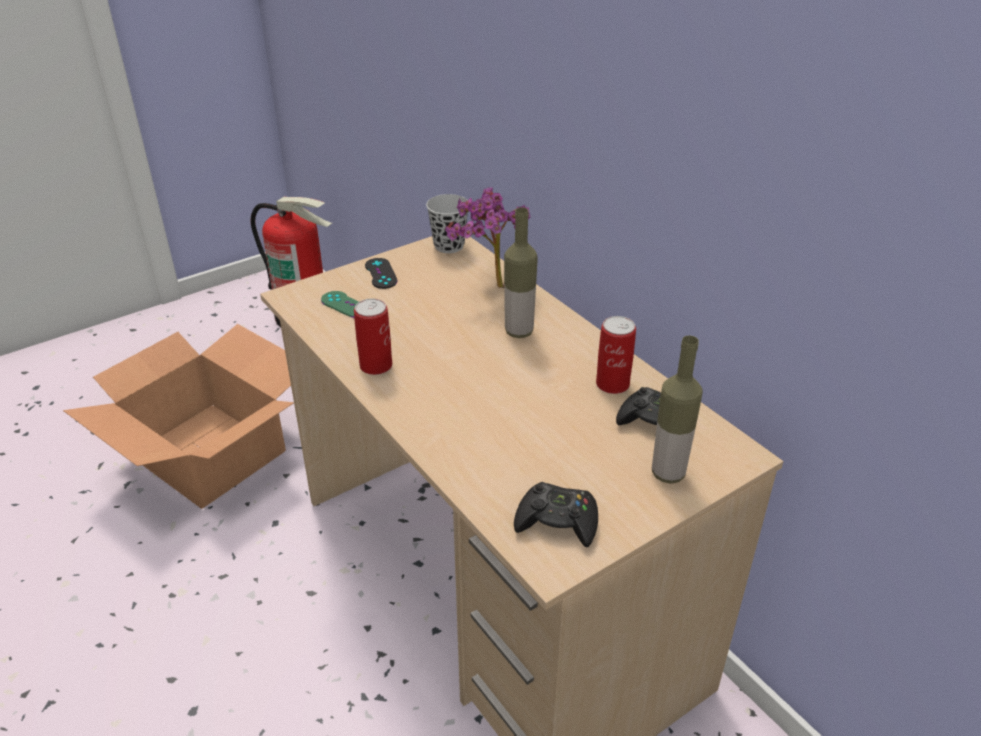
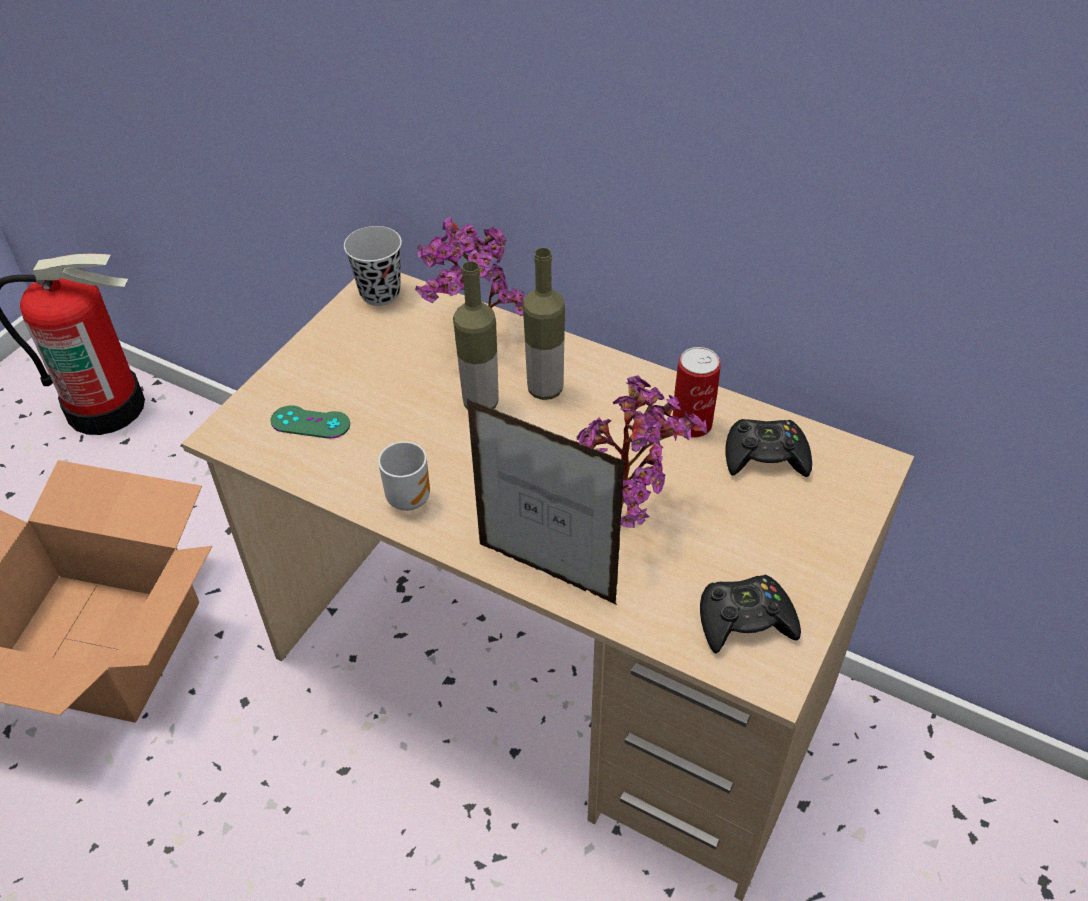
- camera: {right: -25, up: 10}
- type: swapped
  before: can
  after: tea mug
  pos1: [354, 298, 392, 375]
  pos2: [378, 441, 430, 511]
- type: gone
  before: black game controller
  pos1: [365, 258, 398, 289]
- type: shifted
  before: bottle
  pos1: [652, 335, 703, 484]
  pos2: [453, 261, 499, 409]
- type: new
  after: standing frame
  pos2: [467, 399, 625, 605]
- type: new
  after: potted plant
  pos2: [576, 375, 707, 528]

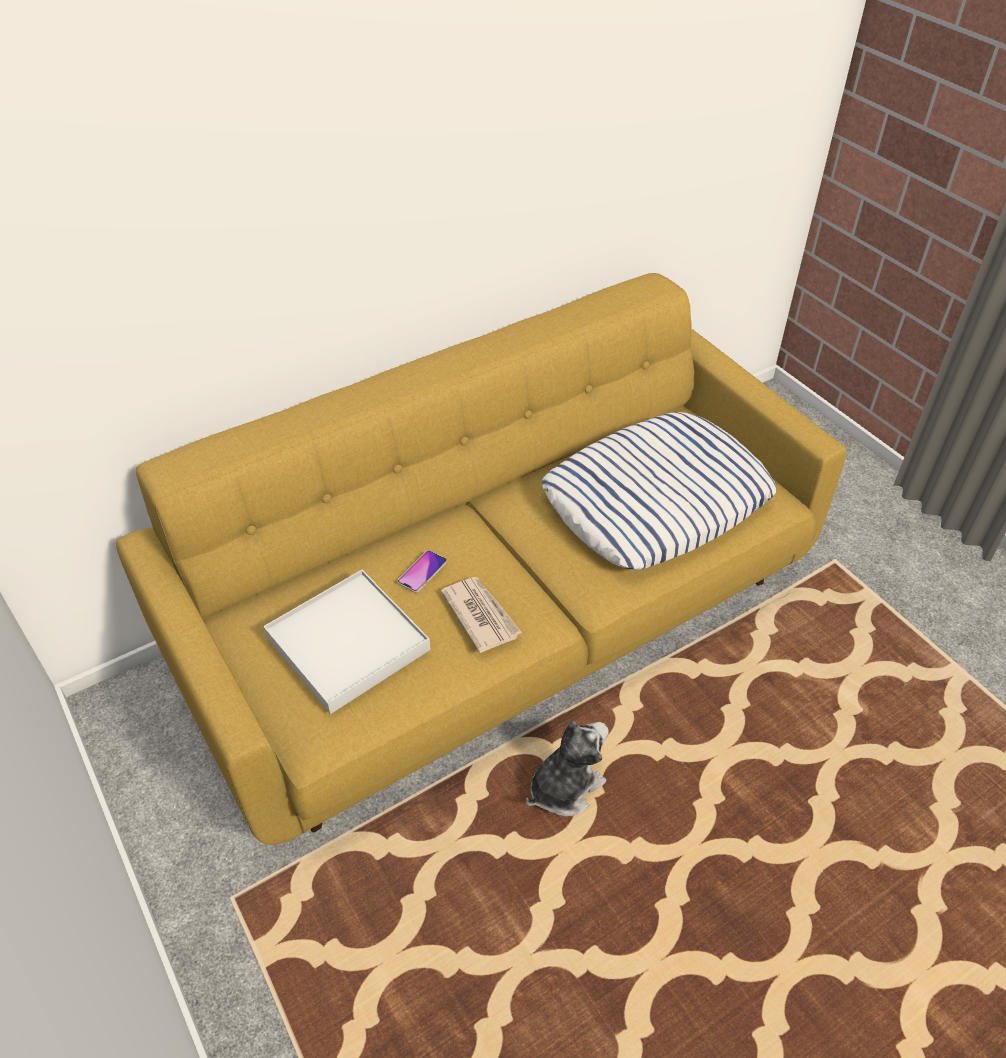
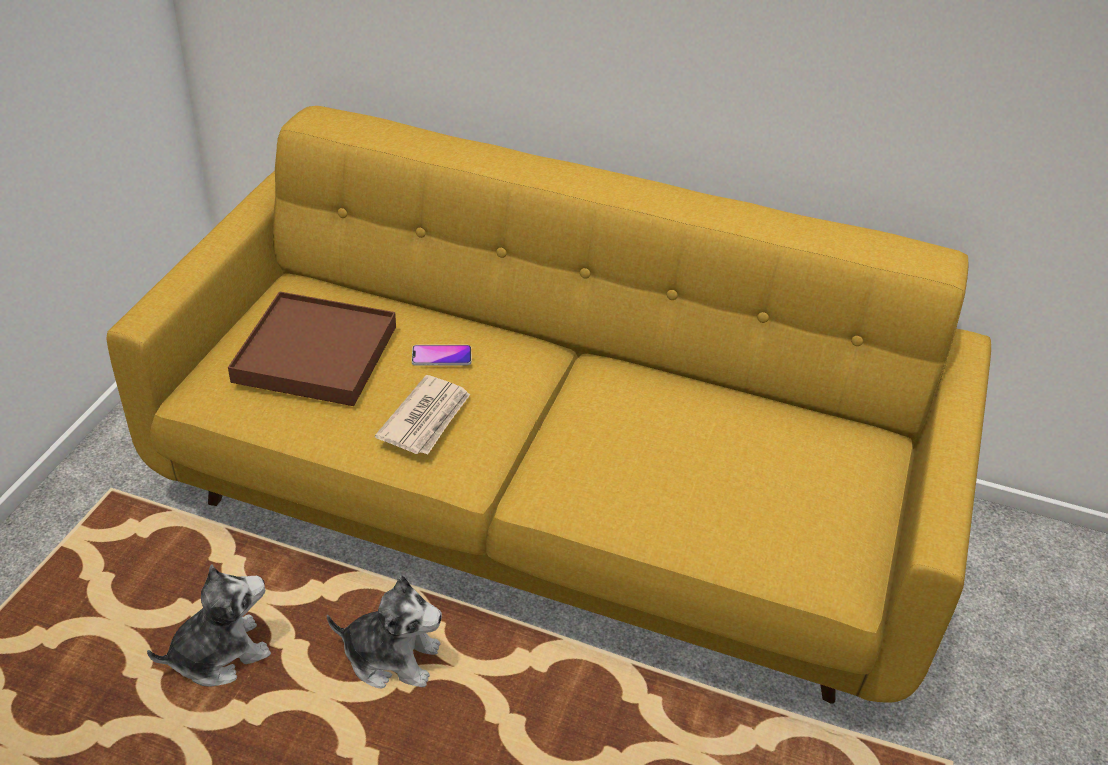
- camera: {right: 50, up: -5}
- type: repainted
  before: whitish tray
  after: brown tray
  pos1: [263, 570, 431, 714]
  pos2: [228, 291, 396, 406]
- type: gone
  before: throw pillow
  pos1: [542, 412, 776, 570]
- type: new
  after: cuddly toy
  pos2: [147, 564, 271, 687]

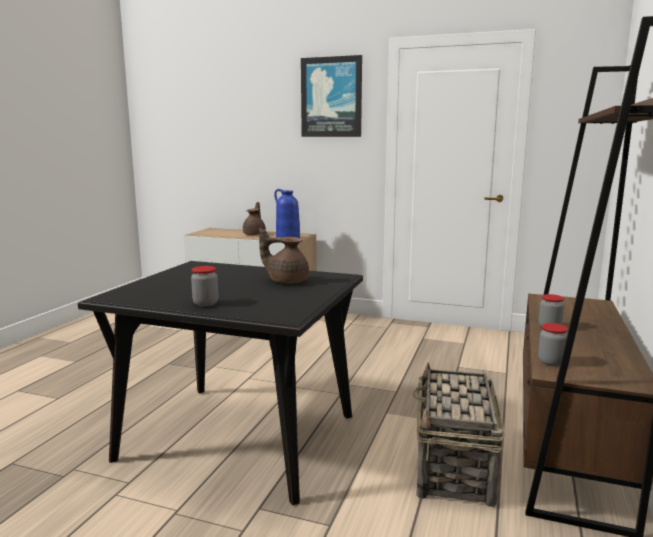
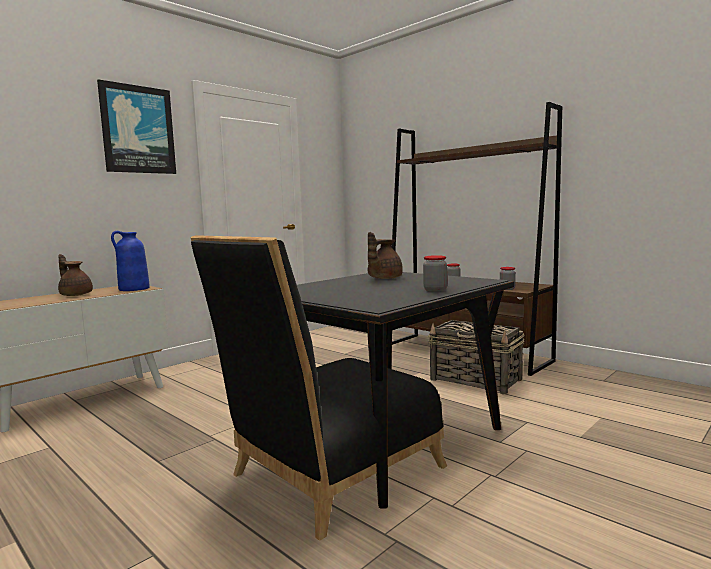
- camera: {right: -65, up: -5}
- type: new
  after: black upright chair
  pos2: [191, 235, 447, 541]

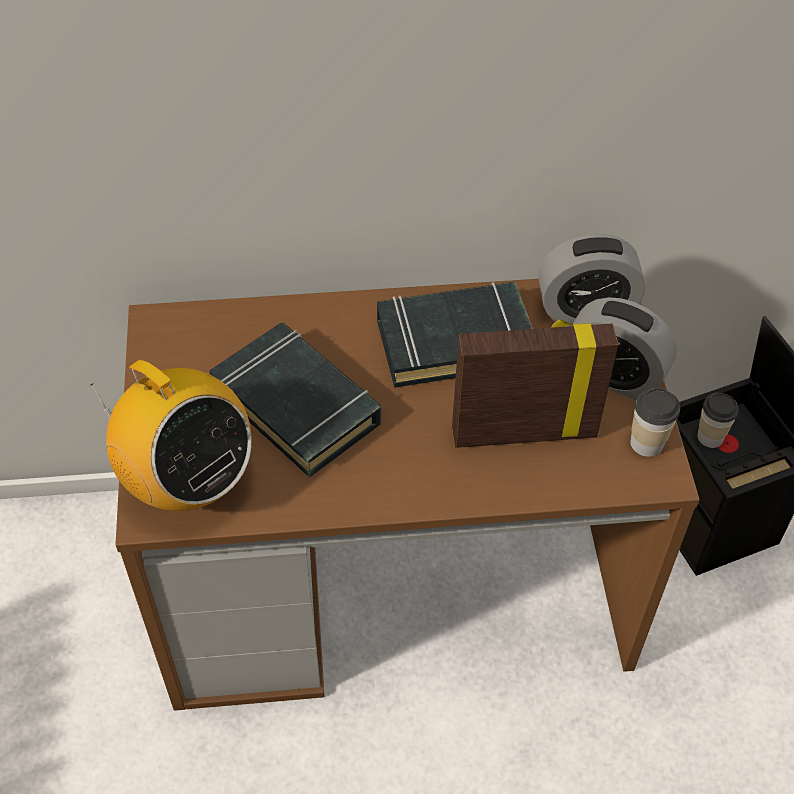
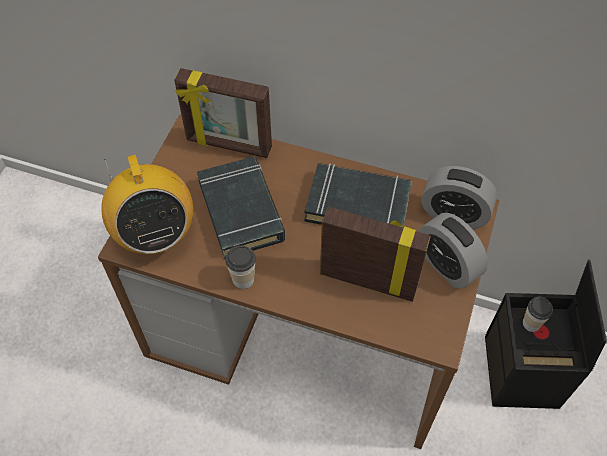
- camera: {right: 25, up: 5}
- type: shifted
  before: drinking cup
  pos1: [630, 387, 680, 457]
  pos2: [225, 245, 256, 289]
- type: new
  after: standing frame
  pos2: [174, 68, 272, 158]

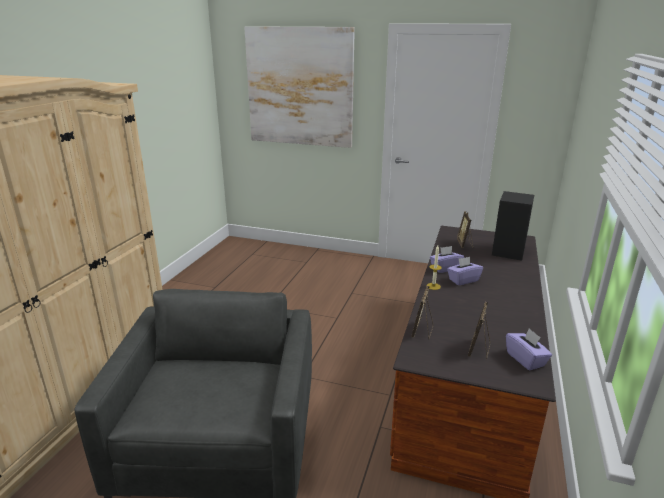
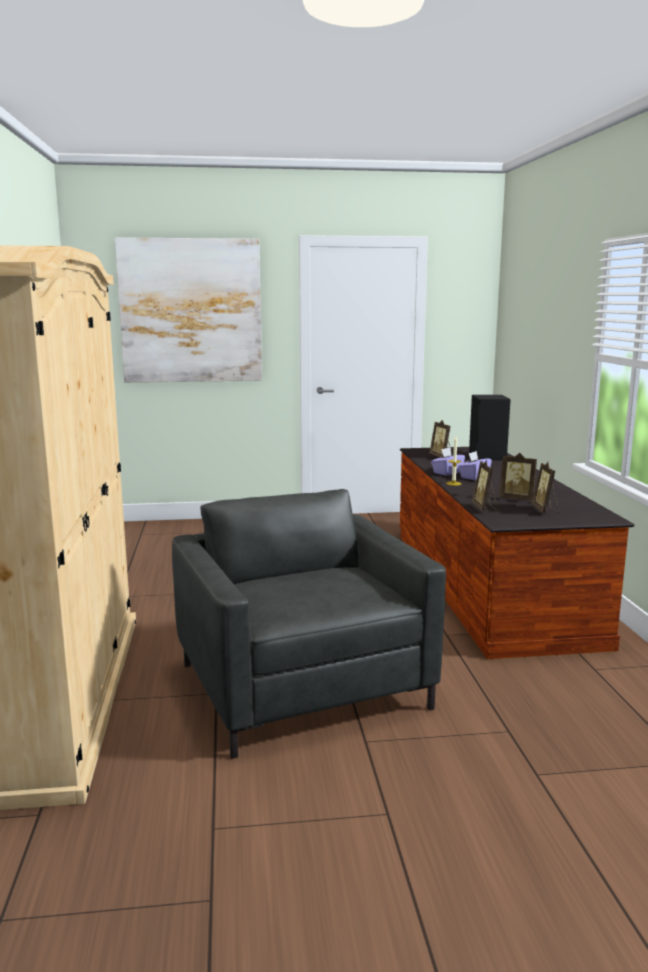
- camera: {right: -25, up: -10}
- type: gone
  before: purple-coloured box of tissues
  pos1: [506, 328, 552, 370]
- type: new
  after: standing frame
  pos2: [499, 453, 537, 501]

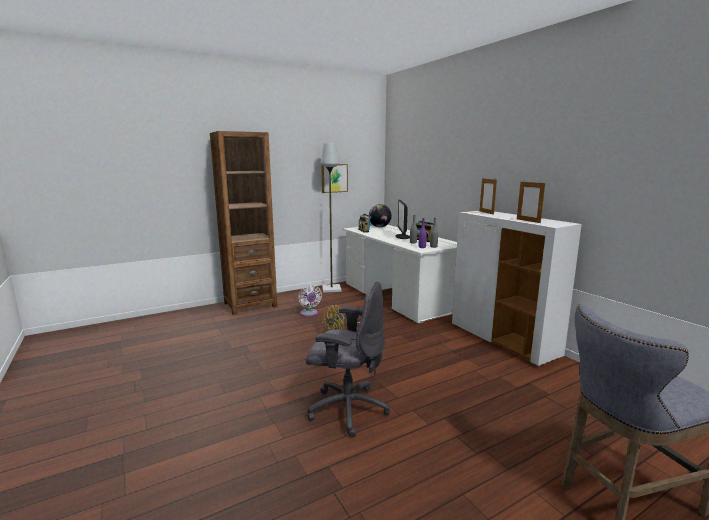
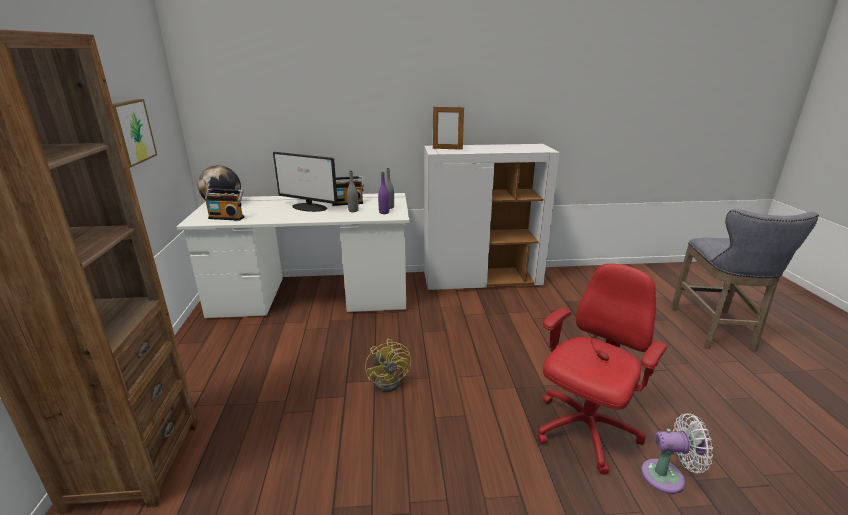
- camera: {right: -65, up: 10}
- type: shifted
  before: whitish cooling fan
  pos1: [298, 285, 322, 317]
  pos2: [641, 413, 713, 494]
- type: repainted
  before: gray desk chair
  after: red desk chair
  pos1: [306, 281, 390, 437]
  pos2: [537, 263, 668, 475]
- type: gone
  before: gray floor lamp
  pos1: [321, 143, 342, 293]
- type: gone
  before: standing frame
  pos1: [517, 180, 545, 223]

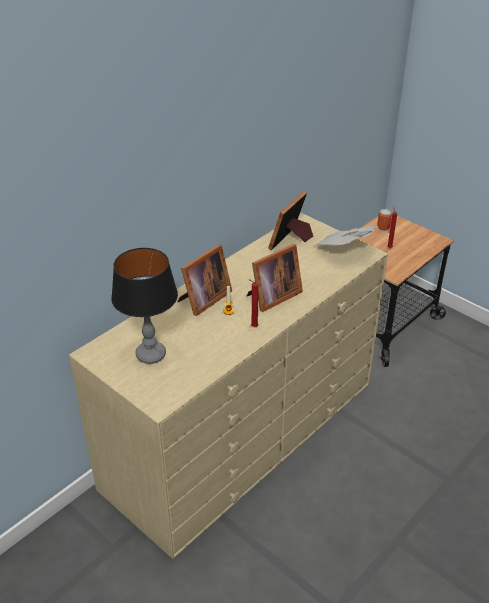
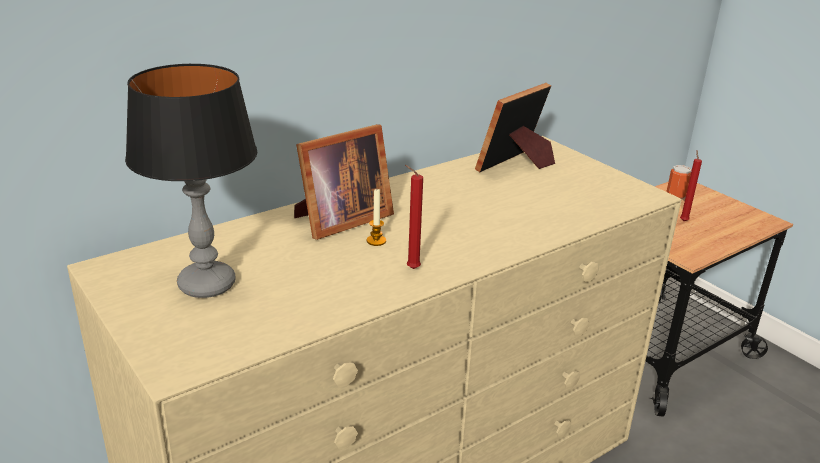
- camera: {right: 10, up: -10}
- type: gone
  before: standing frame
  pos1: [247, 244, 303, 312]
- type: gone
  before: printed paper
  pos1: [315, 226, 378, 245]

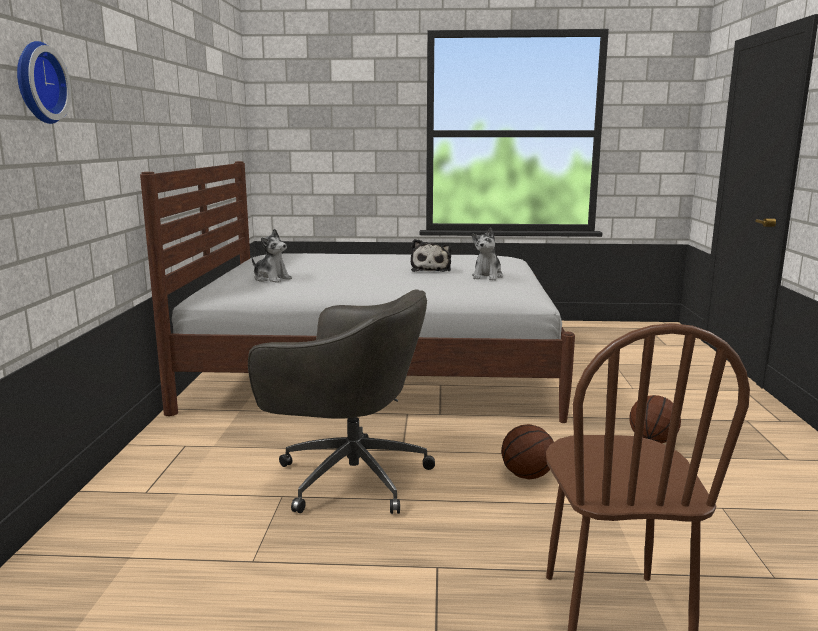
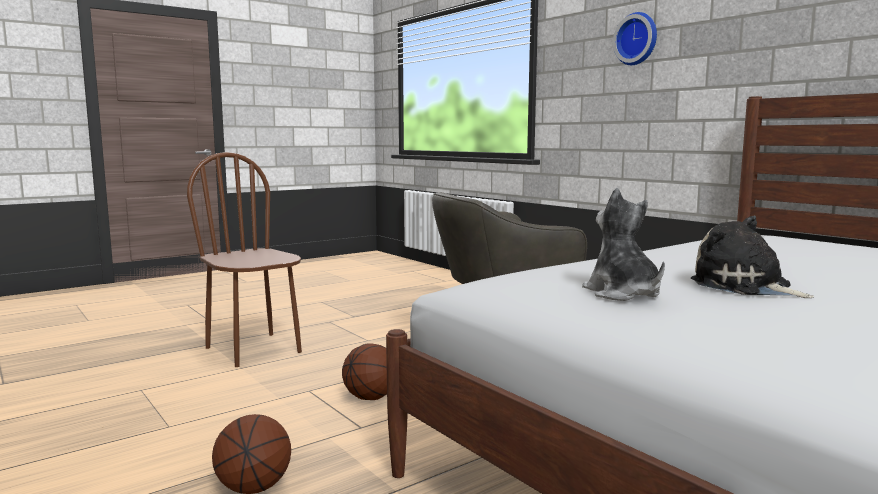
- camera: {right: 140, up: -5}
- type: gone
  before: cuddly toy
  pos1: [252, 229, 292, 283]

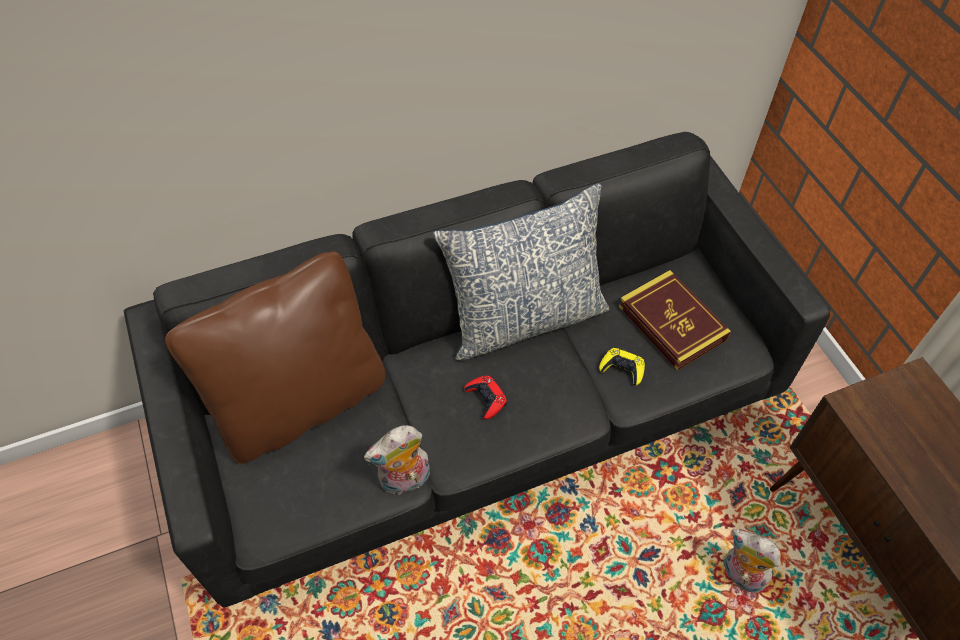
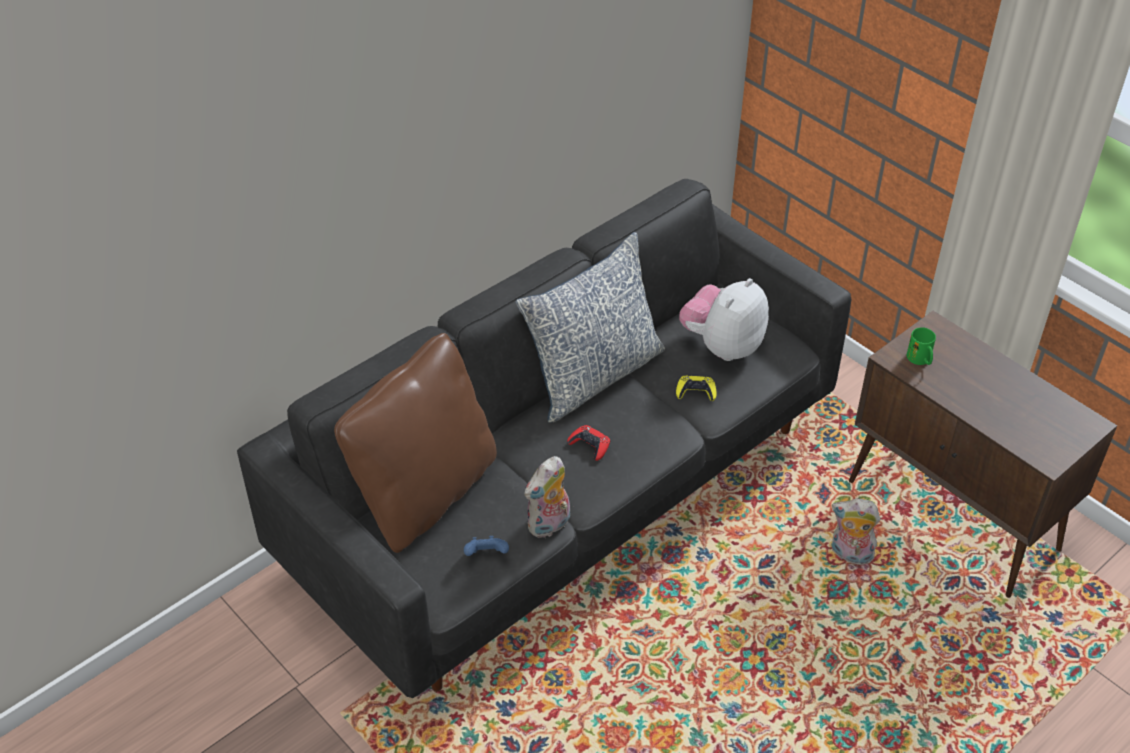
- camera: {right: -20, up: -10}
- type: swapped
  before: volume
  after: cuddly toy
  pos1: [619, 270, 731, 370]
  pos2: [679, 278, 769, 361]
- type: new
  after: blue game controller
  pos2: [464, 536, 509, 556]
- type: new
  after: green tea mug
  pos2: [907, 327, 936, 365]

